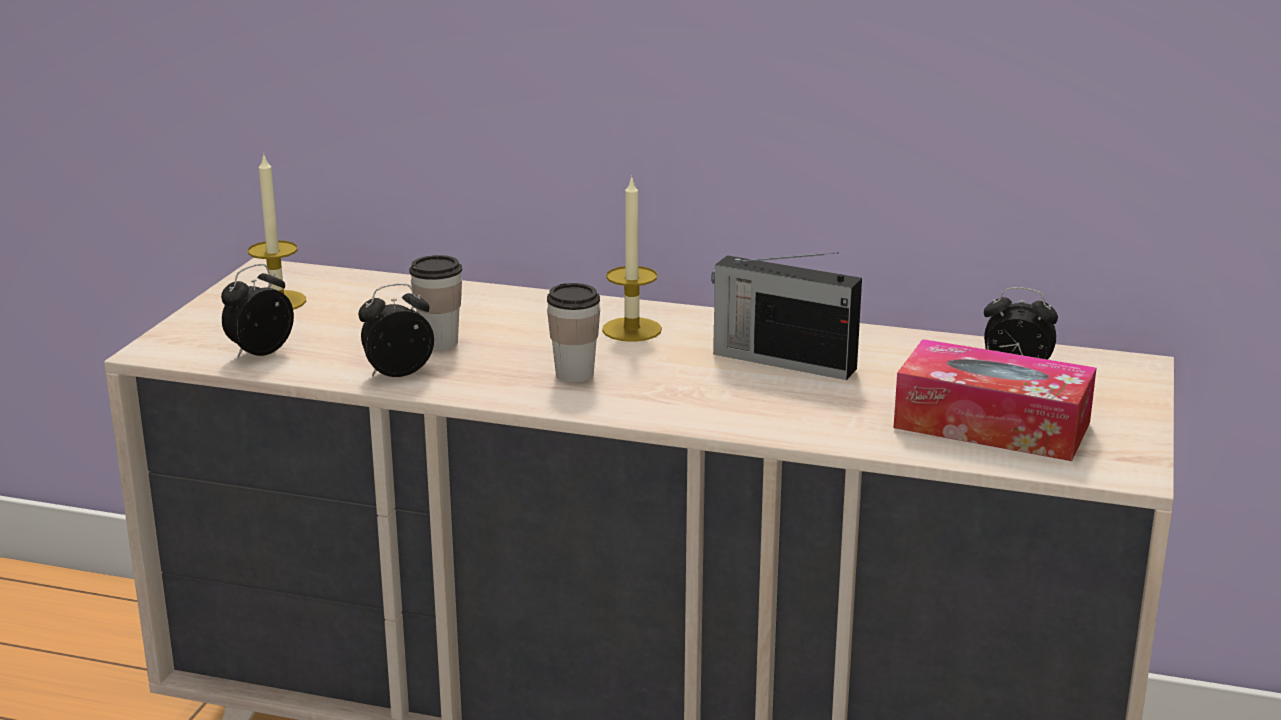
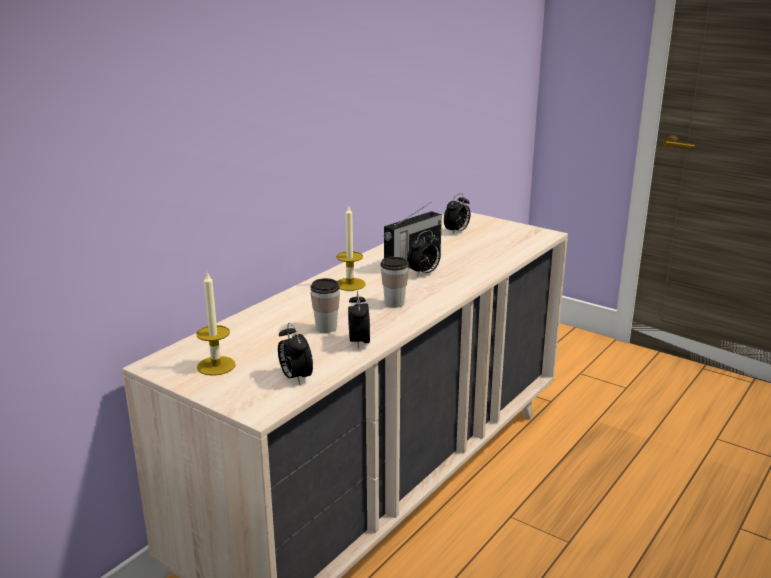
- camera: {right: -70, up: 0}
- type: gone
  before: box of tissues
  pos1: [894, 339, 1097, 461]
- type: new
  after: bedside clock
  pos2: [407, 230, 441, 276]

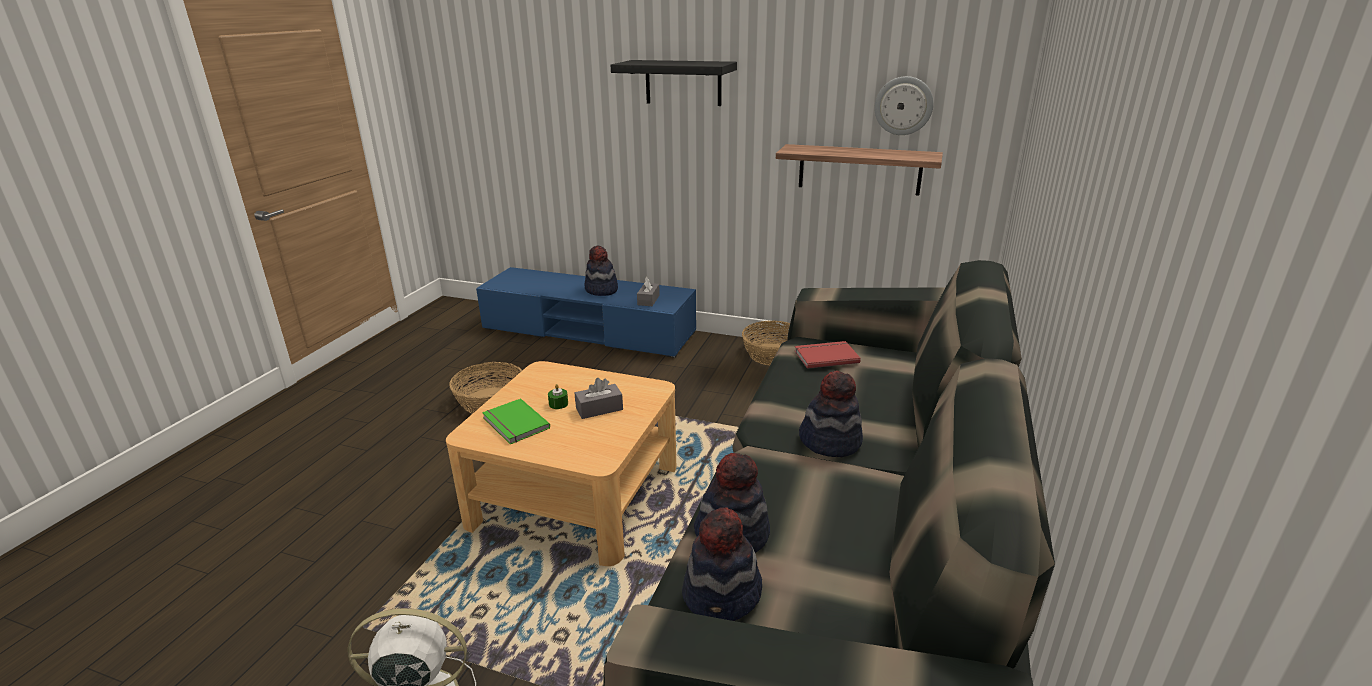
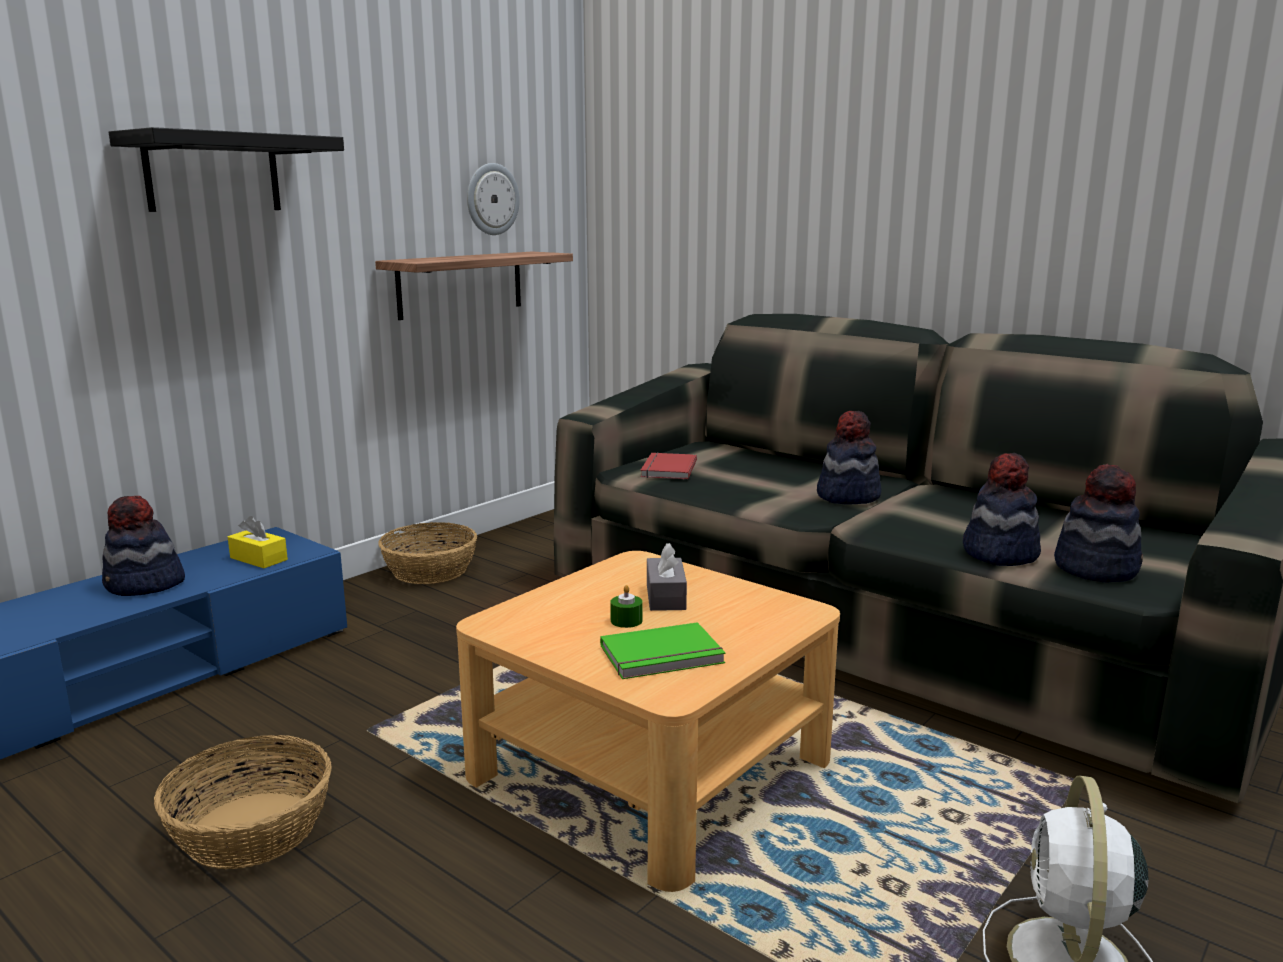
- camera: {right: -70, up: -10}
- type: repainted
  before: gray box of tissues
  after: yellow-coloured box of tissues
  pos1: [637, 277, 660, 306]
  pos2: [228, 516, 288, 568]

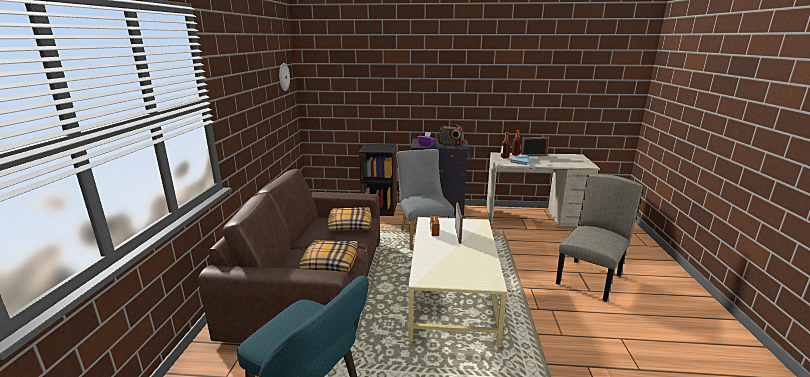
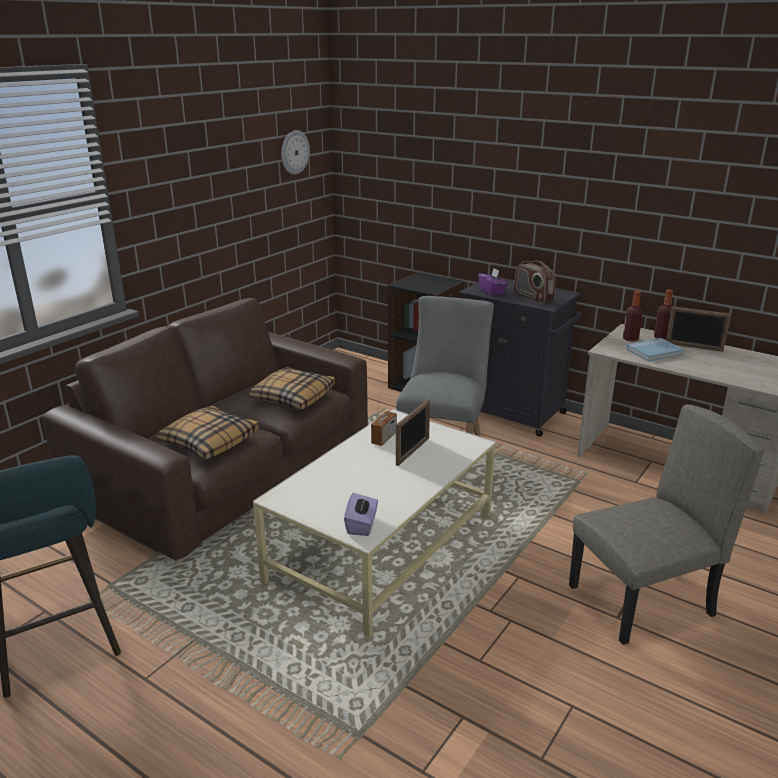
- camera: {right: 30, up: 5}
- type: new
  after: purple-coloured box of tissues
  pos2: [344, 493, 378, 536]

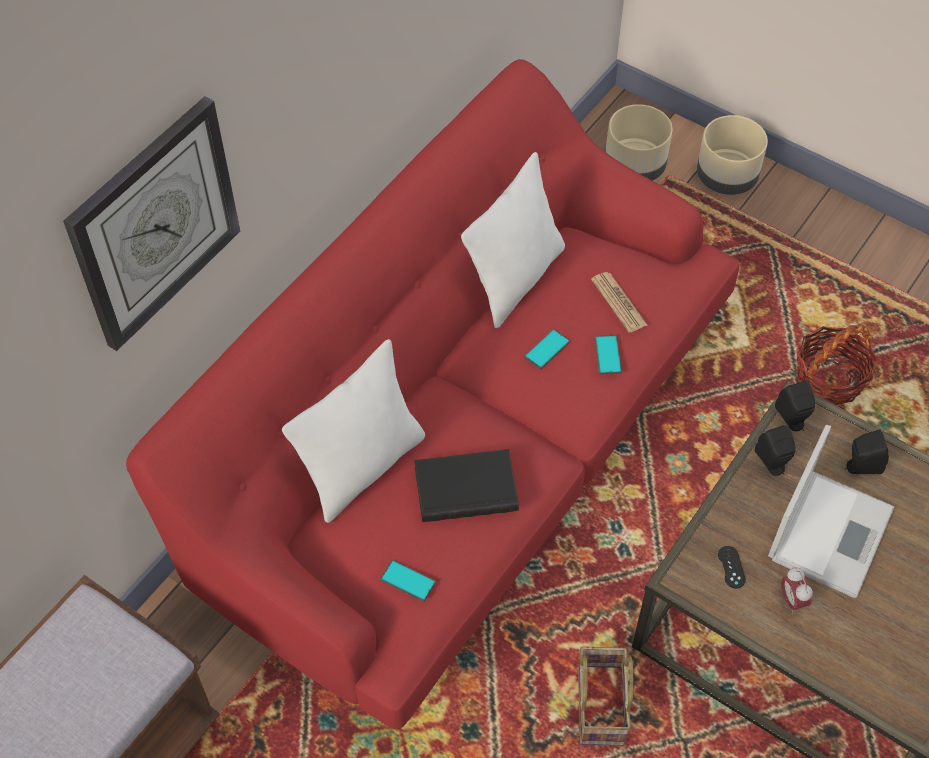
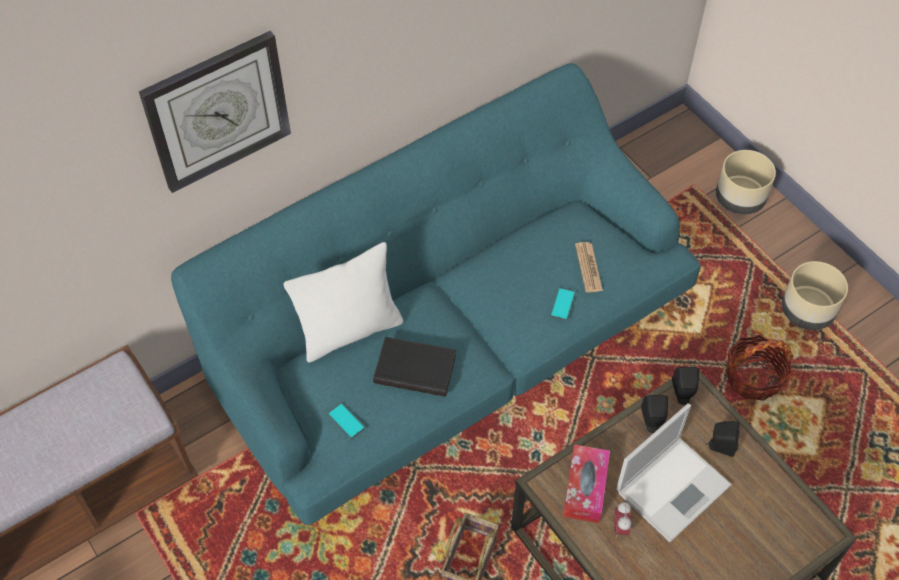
- camera: {right: 20, up: 0}
- type: repainted
  before: red settee
  after: blue-green settee
  pos1: [126, 59, 739, 730]
  pos2: [171, 63, 700, 525]
- type: gone
  before: whitish throw pillow
  pos1: [461, 152, 565, 328]
- type: gone
  before: telephone
  pos1: [524, 329, 570, 369]
- type: shifted
  before: beige plant pot
  pos1: [605, 104, 672, 181]
  pos2: [782, 261, 848, 330]
- type: swapped
  before: black game controller
  after: box of tissues
  pos1: [718, 546, 746, 589]
  pos2: [563, 444, 610, 523]

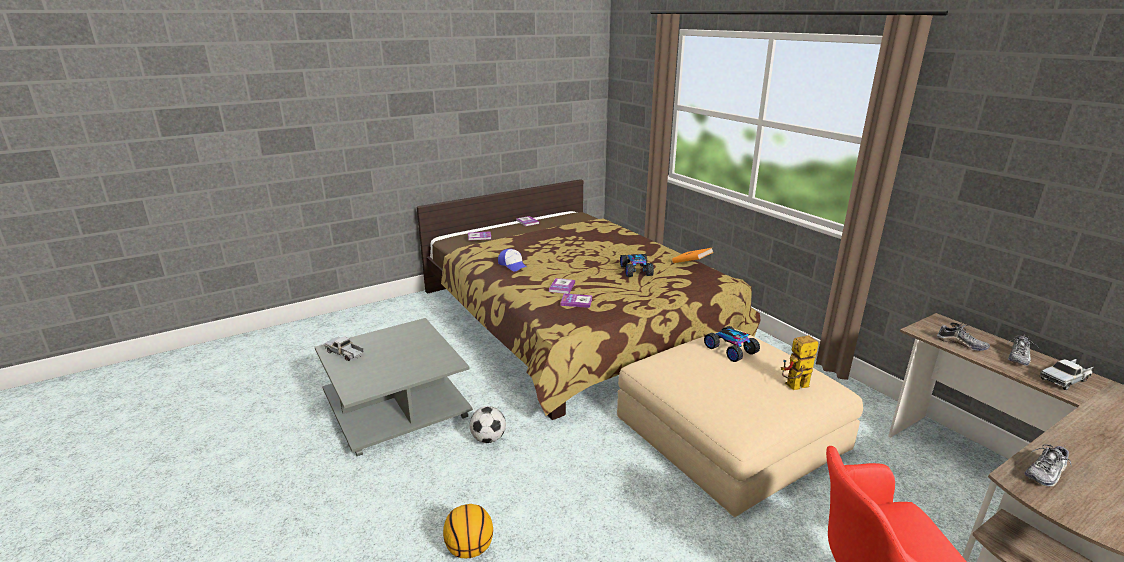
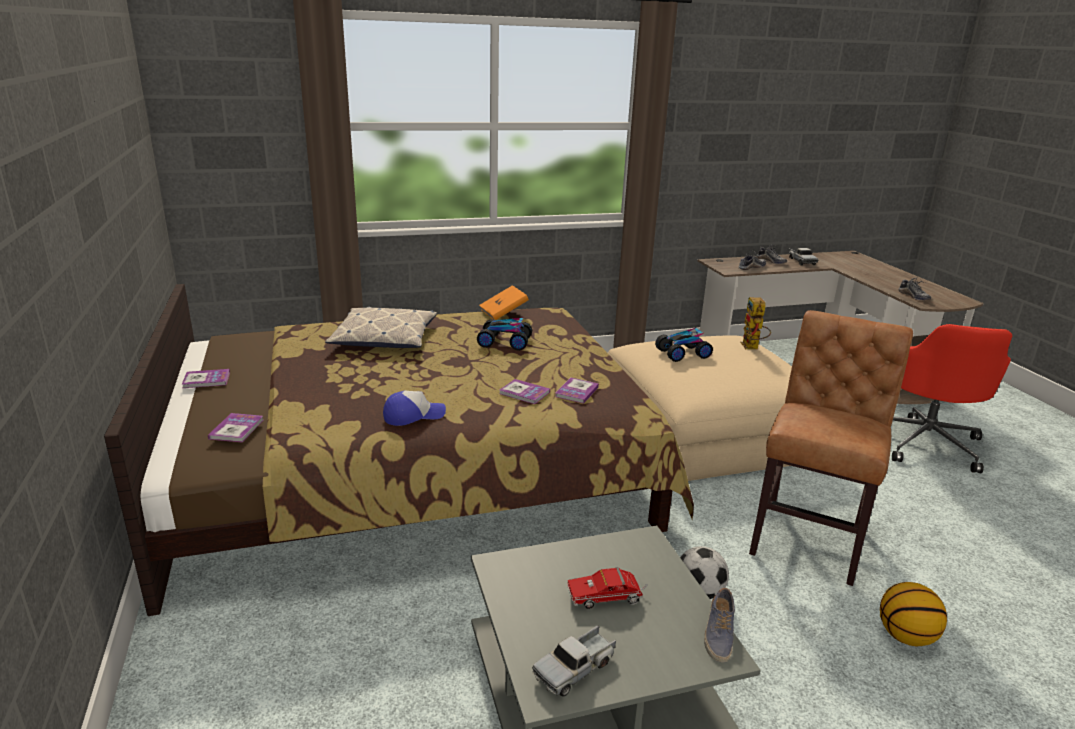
- camera: {right: -75, up: 0}
- type: new
  after: throw pillow
  pos2: [325, 307, 437, 348]
- type: new
  after: toy truck
  pos2: [567, 567, 648, 609]
- type: new
  after: low shoe
  pos2: [704, 588, 735, 663]
- type: new
  after: brown upright chair
  pos2: [749, 310, 913, 586]

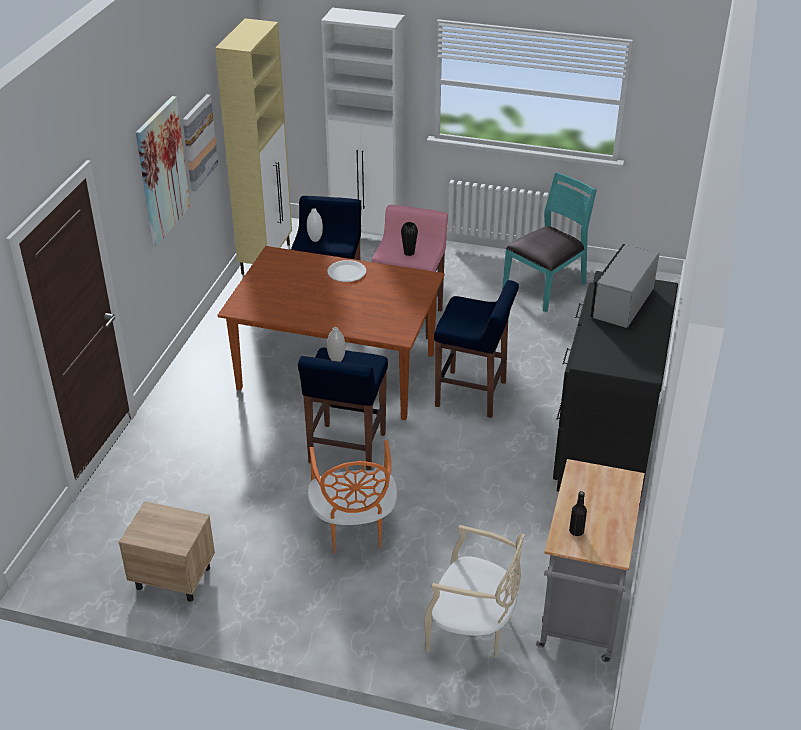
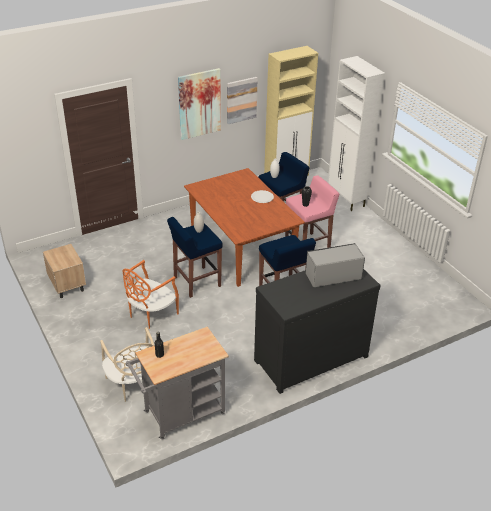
- camera: {right: 45, up: 0}
- type: gone
  before: blue-green upright chair
  pos1: [502, 172, 597, 312]

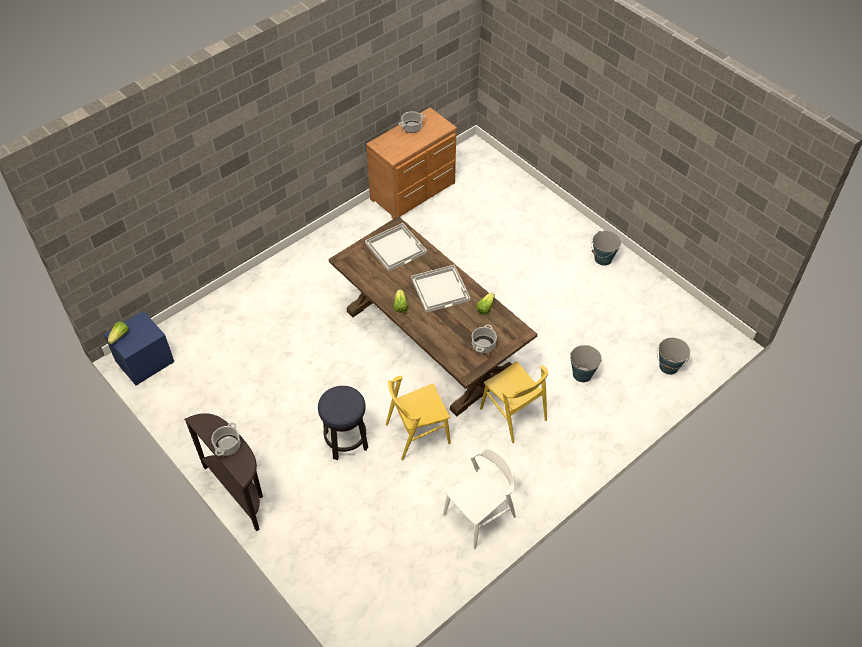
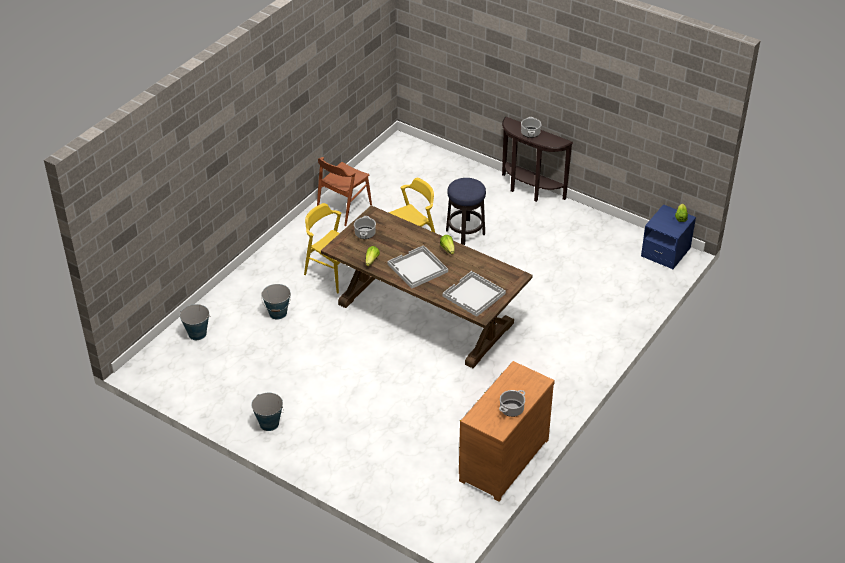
- camera: {right: 165, up: -10}
- type: repainted
  before: whitish upright chair
  after: brown upright chair
  pos1: [443, 446, 516, 549]
  pos2: [317, 157, 372, 226]

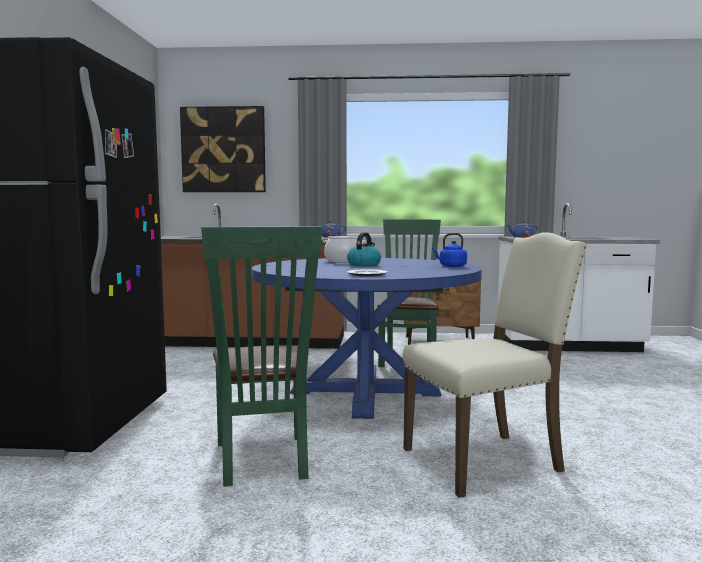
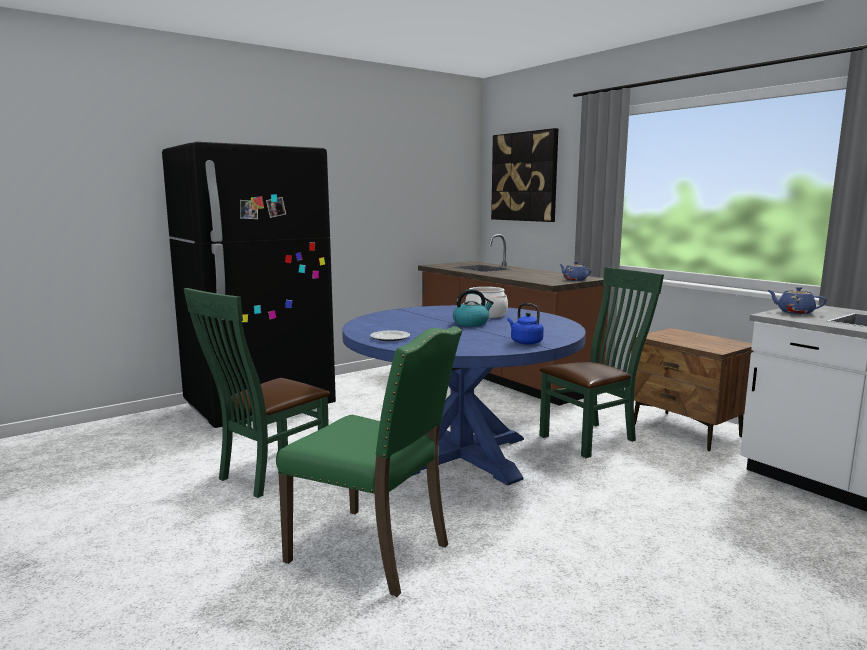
- camera: {right: 50, up: 5}
- type: repainted
  before: beige upright chair
  after: green upright chair
  pos1: [403, 232, 587, 498]
  pos2: [276, 326, 462, 597]

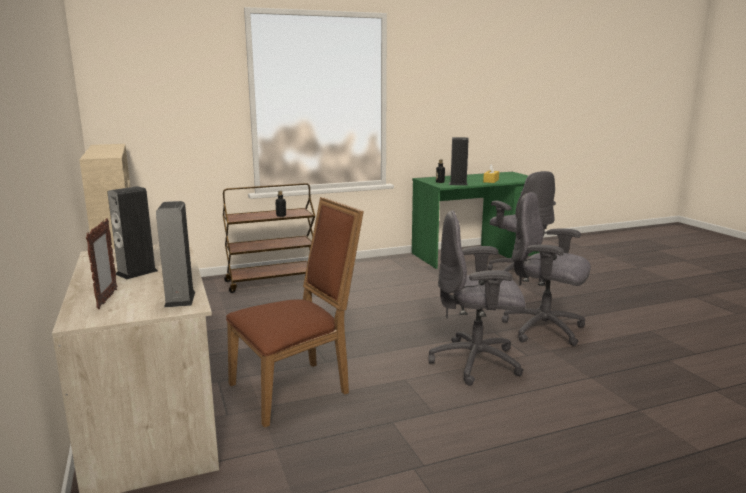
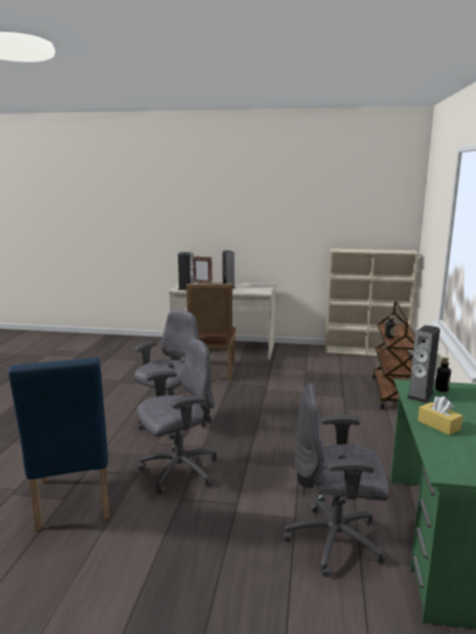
- camera: {right: 120, up: 0}
- type: new
  after: blue upright chair
  pos2: [9, 357, 110, 531]

